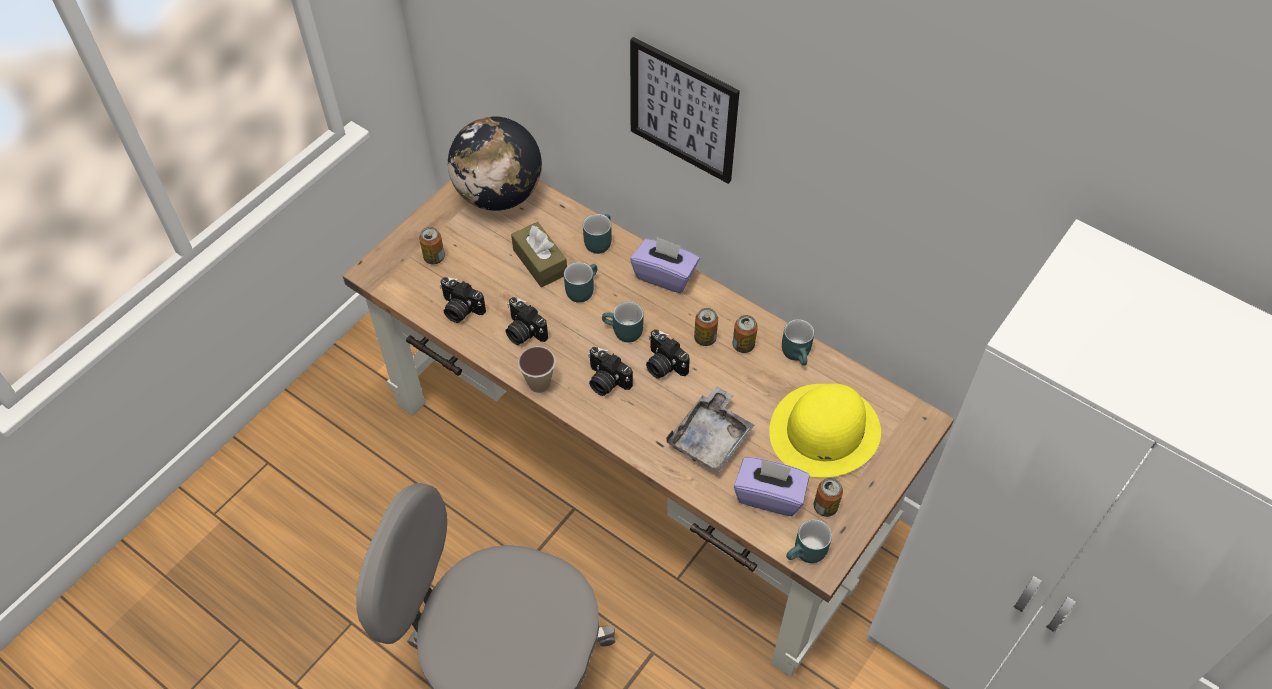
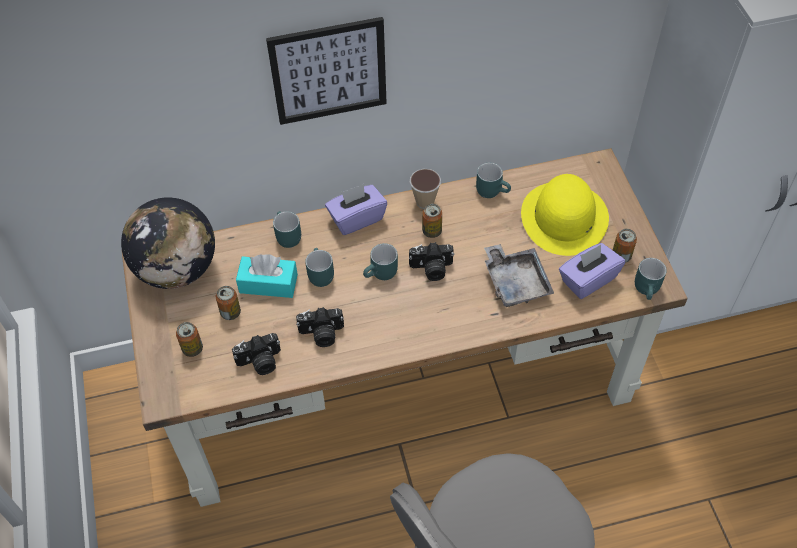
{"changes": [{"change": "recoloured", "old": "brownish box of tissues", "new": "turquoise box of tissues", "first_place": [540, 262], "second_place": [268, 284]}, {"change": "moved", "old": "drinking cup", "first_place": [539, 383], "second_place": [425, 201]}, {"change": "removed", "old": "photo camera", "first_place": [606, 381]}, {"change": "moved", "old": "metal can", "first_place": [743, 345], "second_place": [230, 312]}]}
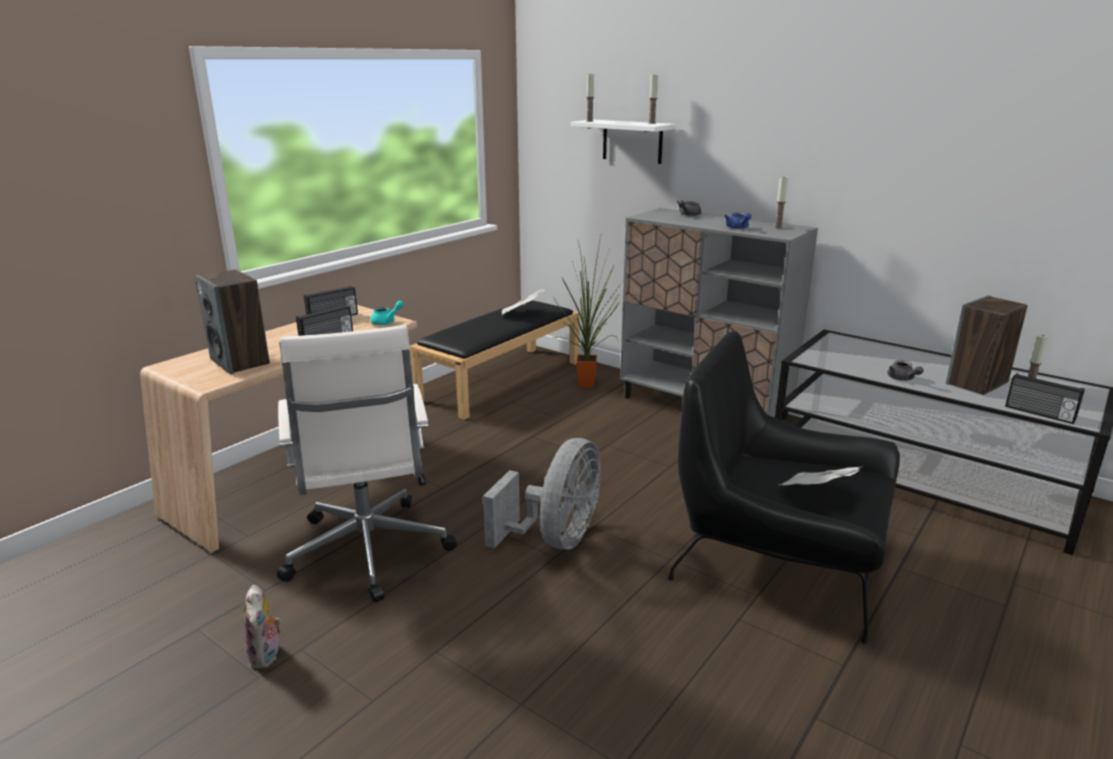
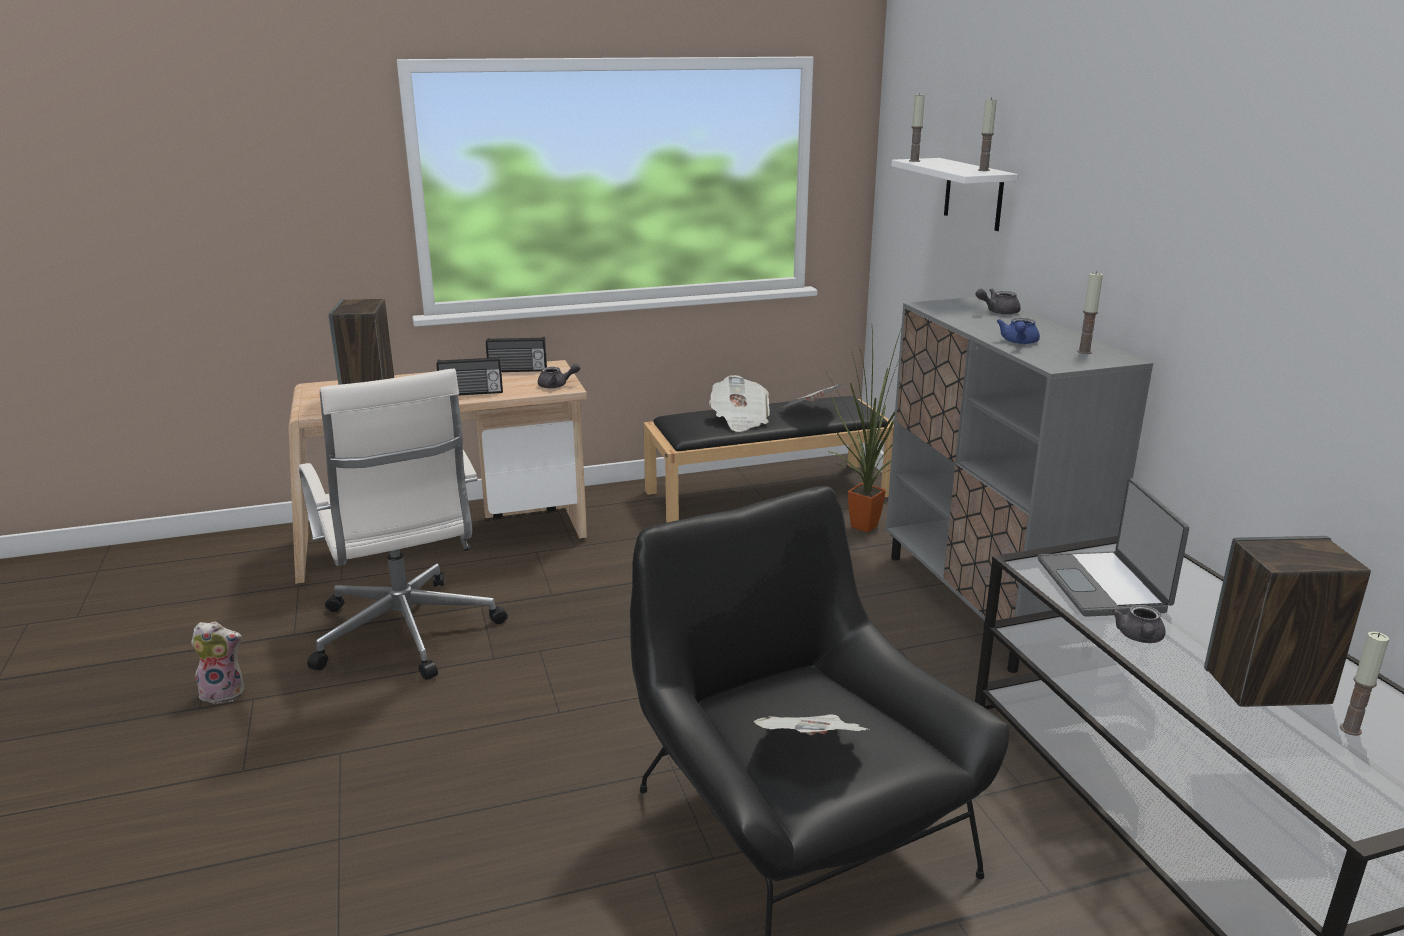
{"changes": [{"change": "turned", "old": "soft toy", "first_place": [267, 655], "second_place": [225, 692], "degrees": -120}, {"change": "turned", "old": "white desk chair", "first_place": [367, 553], "second_place": [406, 634], "degrees": -45}, {"change": "recoloured", "old": "turquoise teapot", "new": "greyish teapot", "first_place": [387, 322], "second_place": [557, 386]}, {"change": "removed", "old": "greyish electric fan", "first_place": [556, 539]}, {"change": "removed", "old": "radio", "first_place": [1039, 413]}, {"change": "added", "new": "newspaper", "second_place": [739, 420]}, {"change": "added", "new": "portable computer", "second_place": [1104, 586]}]}
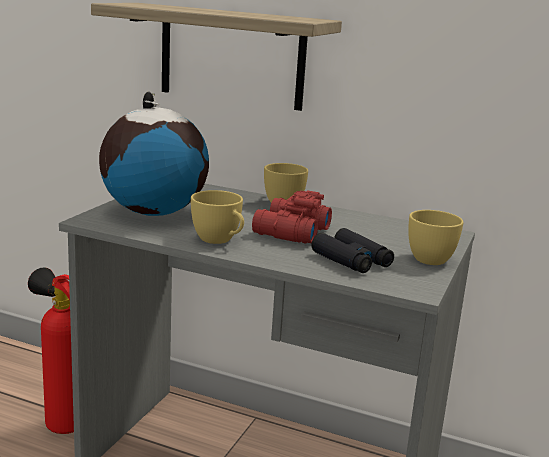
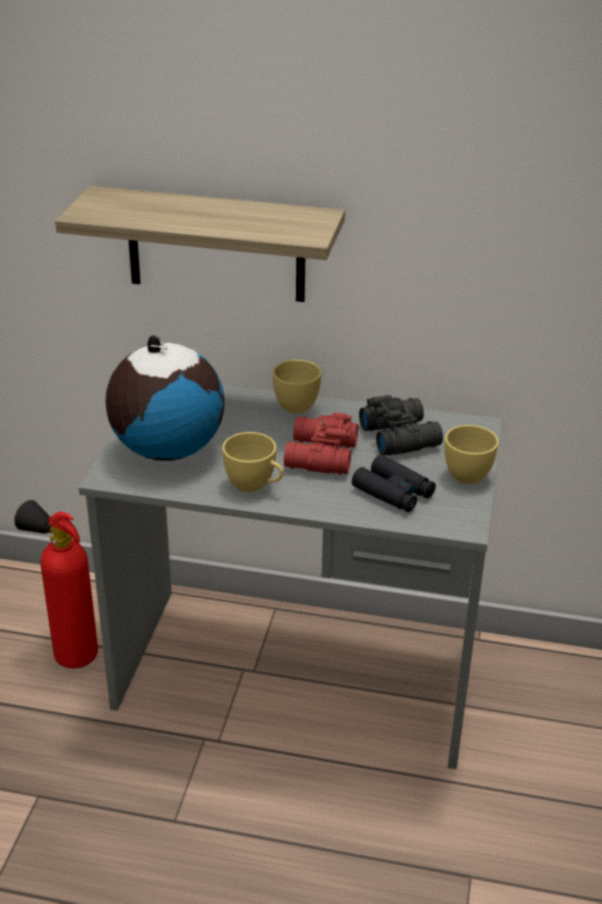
{"changes": [{"change": "added", "new": "blackish binoculars", "second_place": [400, 436]}]}
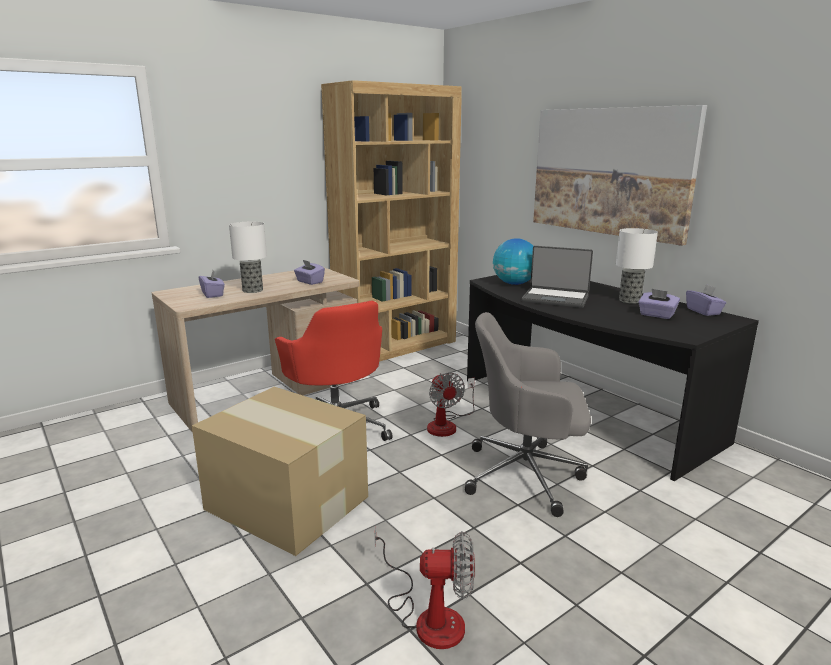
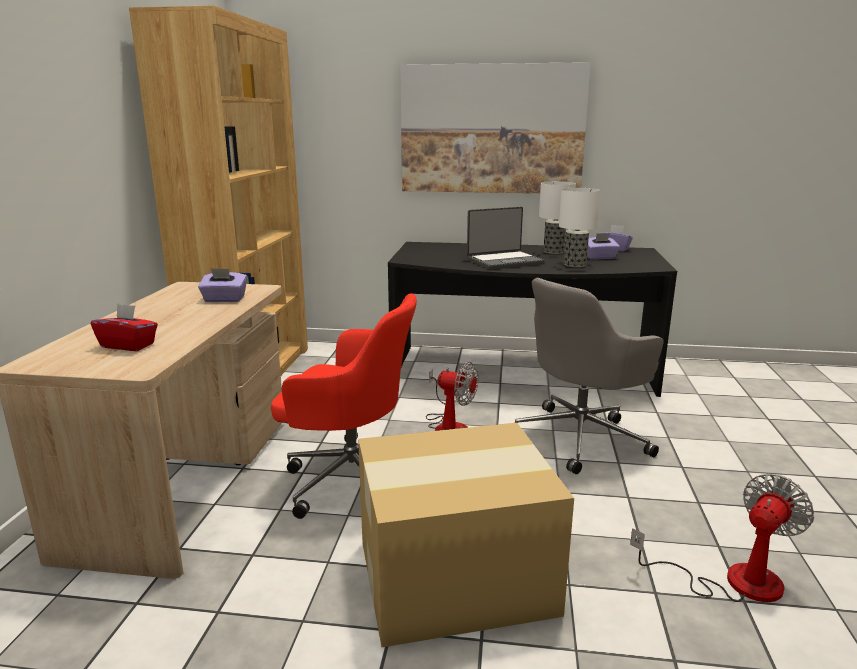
{"changes": [{"change": "recoloured", "old": "purplish box of tissues", "new": "red-coloured box of tissues", "first_place": [213, 294], "second_place": [128, 345]}, {"change": "moved", "old": "lamp for a table", "first_place": [252, 290], "second_place": [574, 264]}, {"change": "removed", "old": "globe", "first_place": [514, 283]}]}
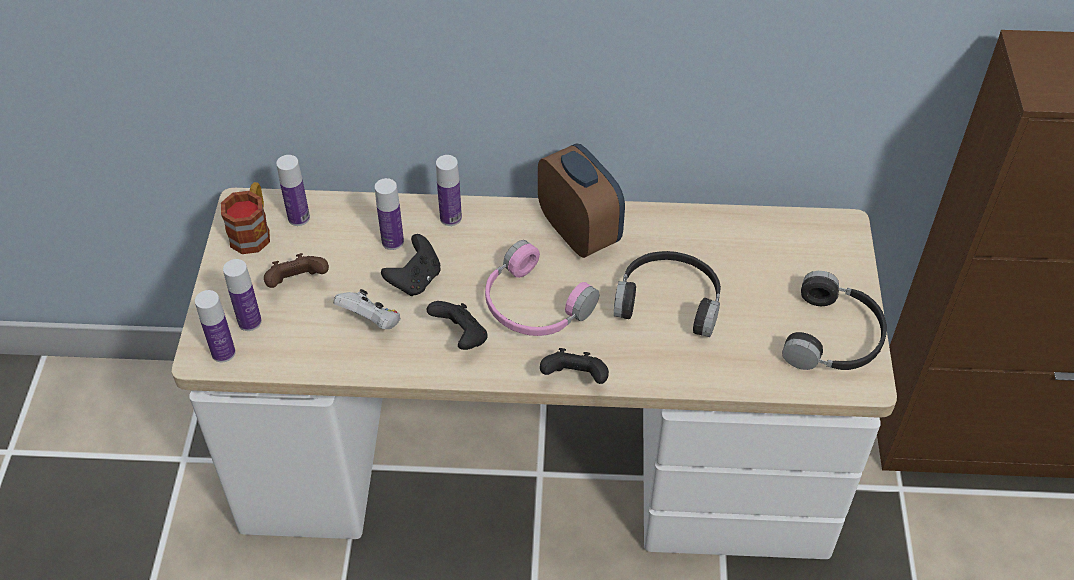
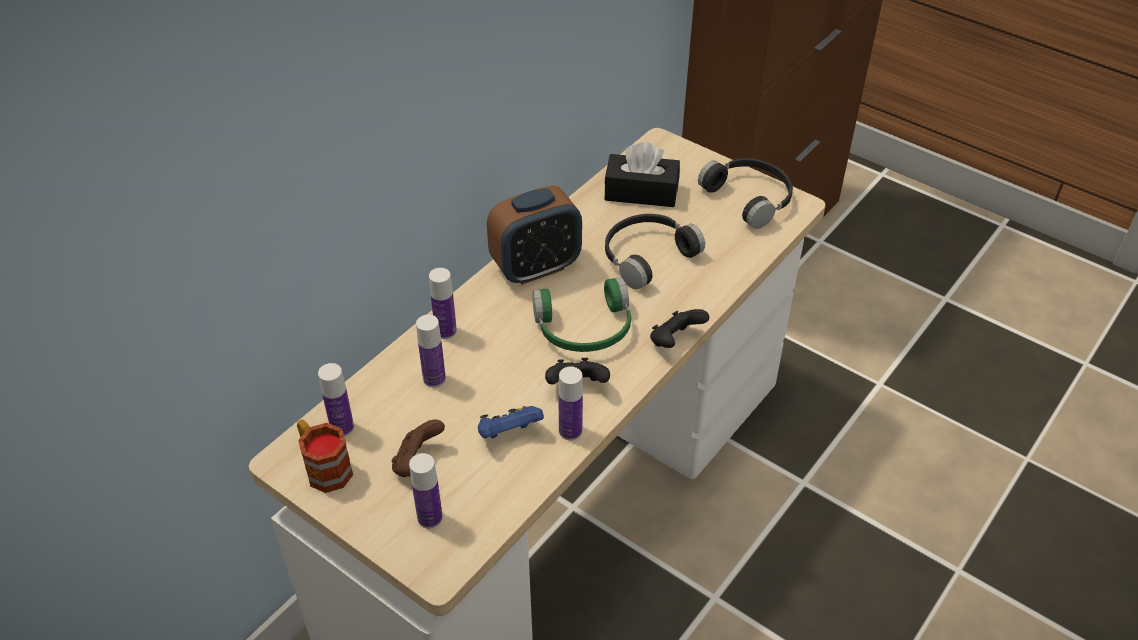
{"changes": [{"change": "moved", "old": "beverage bottle", "first_place": [223, 353], "second_place": [570, 431]}, {"change": "recoloured", "old": "white game controller", "new": "bluish game controller", "first_place": [371, 322], "second_place": [509, 433]}, {"change": "removed", "old": "blackish game controller", "first_place": [415, 280]}, {"change": "recoloured", "old": "pink-coloured headset", "new": "greenish headset", "first_place": [533, 306], "second_place": [584, 329]}, {"change": "turned", "old": "bedside clock", "first_place": [579, 232], "second_place": [536, 267], "degrees": 150}, {"change": "added", "new": "blackish box of tissues", "second_place": [641, 192]}]}
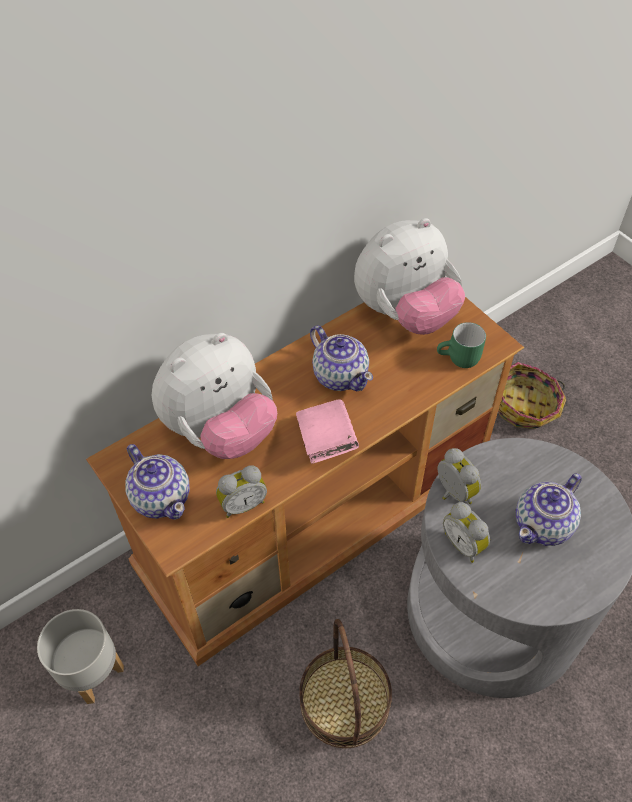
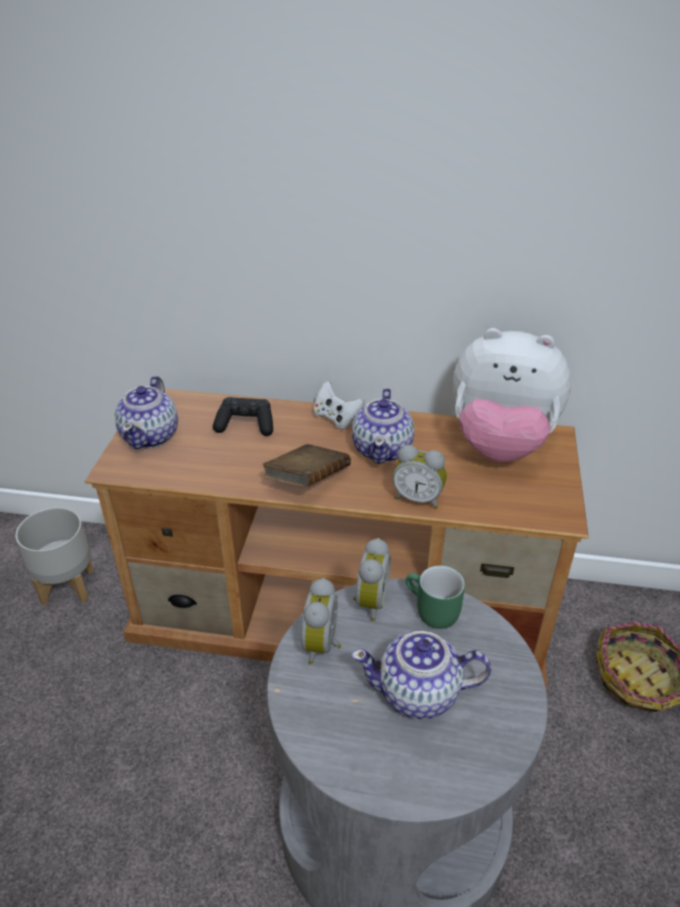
{"changes": [{"change": "replaced", "old": "soft toy", "new": "blackish game controller", "first_place": [220, 430], "second_place": [246, 425]}, {"change": "moved", "old": "bedside clock", "first_place": [242, 504], "second_place": [418, 498]}, {"change": "recoloured", "old": "pink-coloured book", "new": "brownish book", "first_place": [326, 441], "second_place": [307, 481]}, {"change": "removed", "old": "basket", "first_place": [344, 701]}, {"change": "moved", "old": "greenish coffee mug", "first_place": [459, 360], "second_place": [430, 612]}, {"change": "added", "new": "white game controller", "second_place": [336, 418]}]}
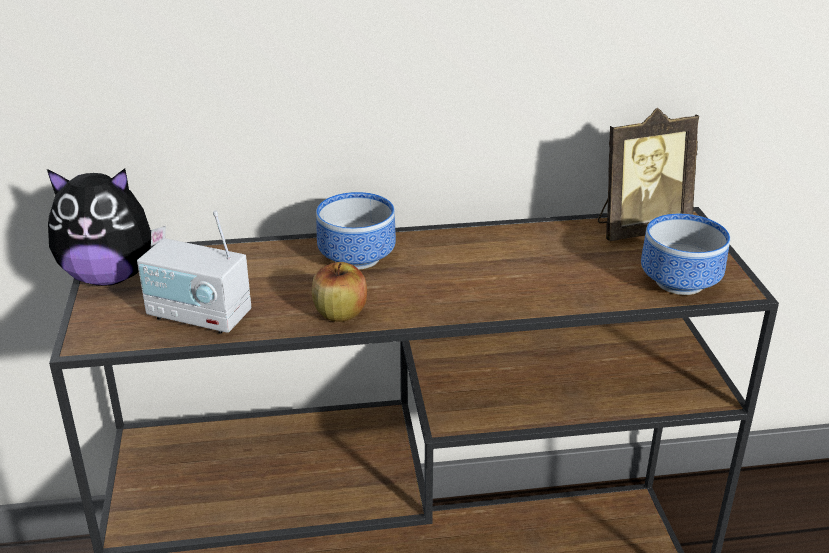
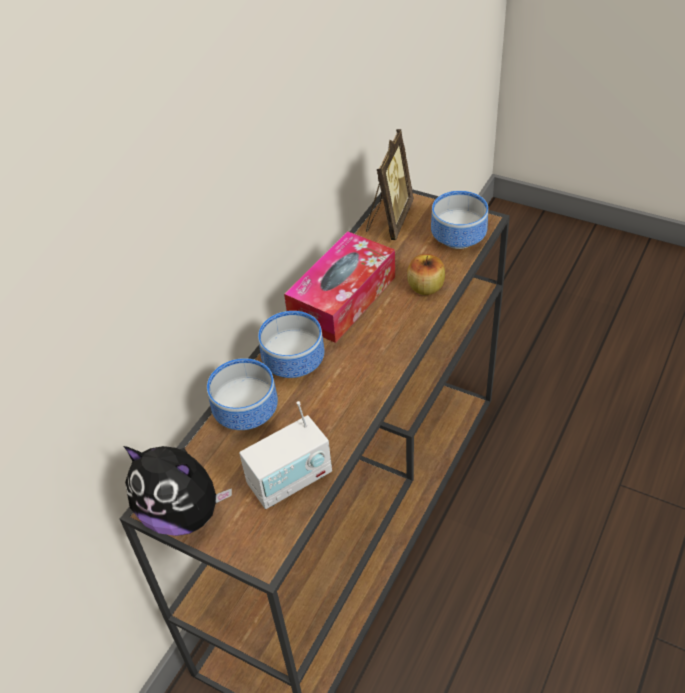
{"changes": [{"change": "turned", "old": "soft toy", "first_place": [110, 277], "second_place": [183, 514], "degrees": 75}, {"change": "moved", "old": "apple", "first_place": [340, 313], "second_place": [425, 287]}, {"change": "added", "new": "serving bowl", "second_place": [243, 413]}, {"change": "added", "new": "box of tissues", "second_place": [342, 298]}]}
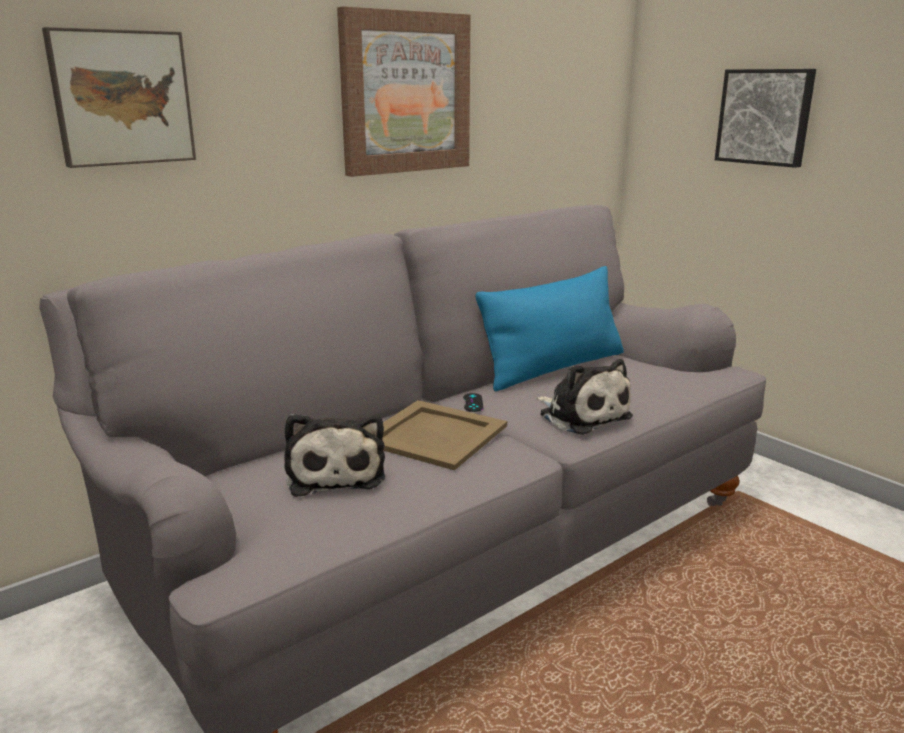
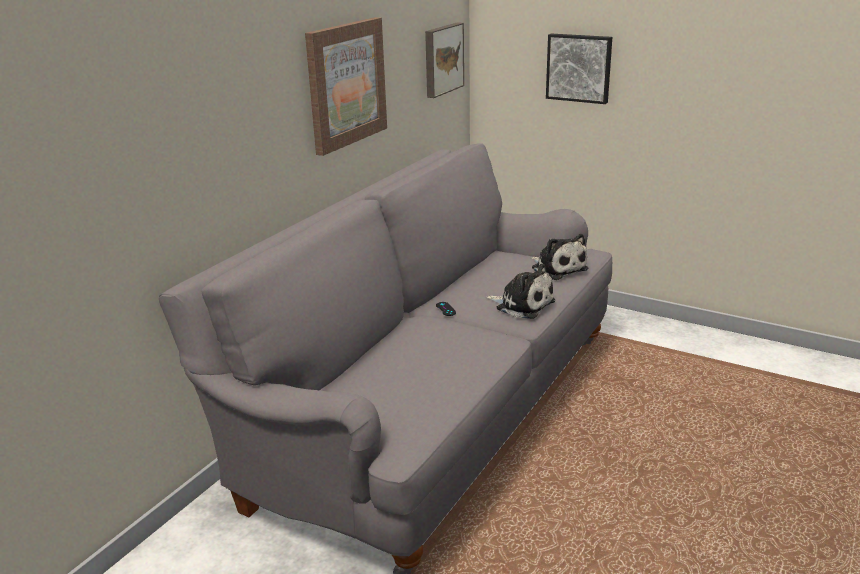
{"changes": [{"change": "moved", "old": "wall art", "first_place": [122, 98], "second_place": [442, 59]}, {"change": "moved", "old": "soft toy", "first_place": [335, 473], "second_place": [557, 268]}, {"change": "removed", "old": "beige-coloured tray", "first_place": [433, 434]}, {"change": "removed", "old": "bluish cushion", "first_place": [554, 368]}]}
